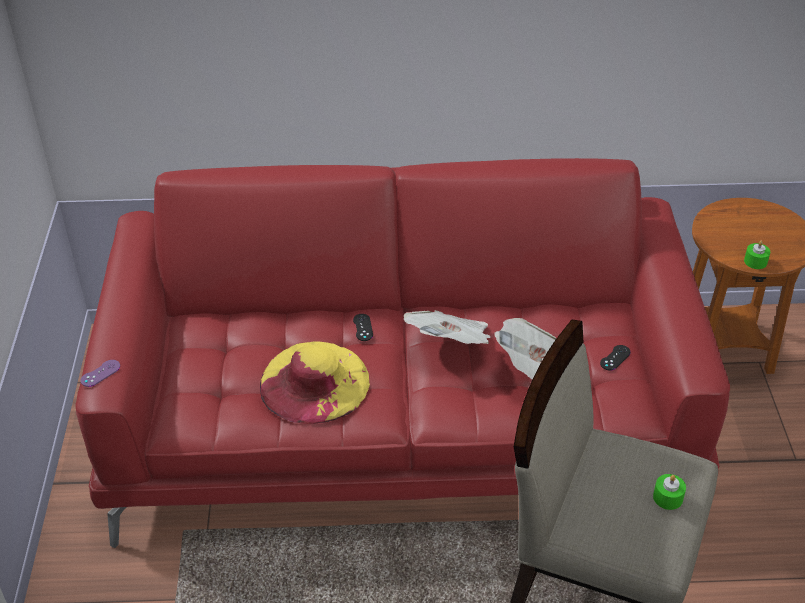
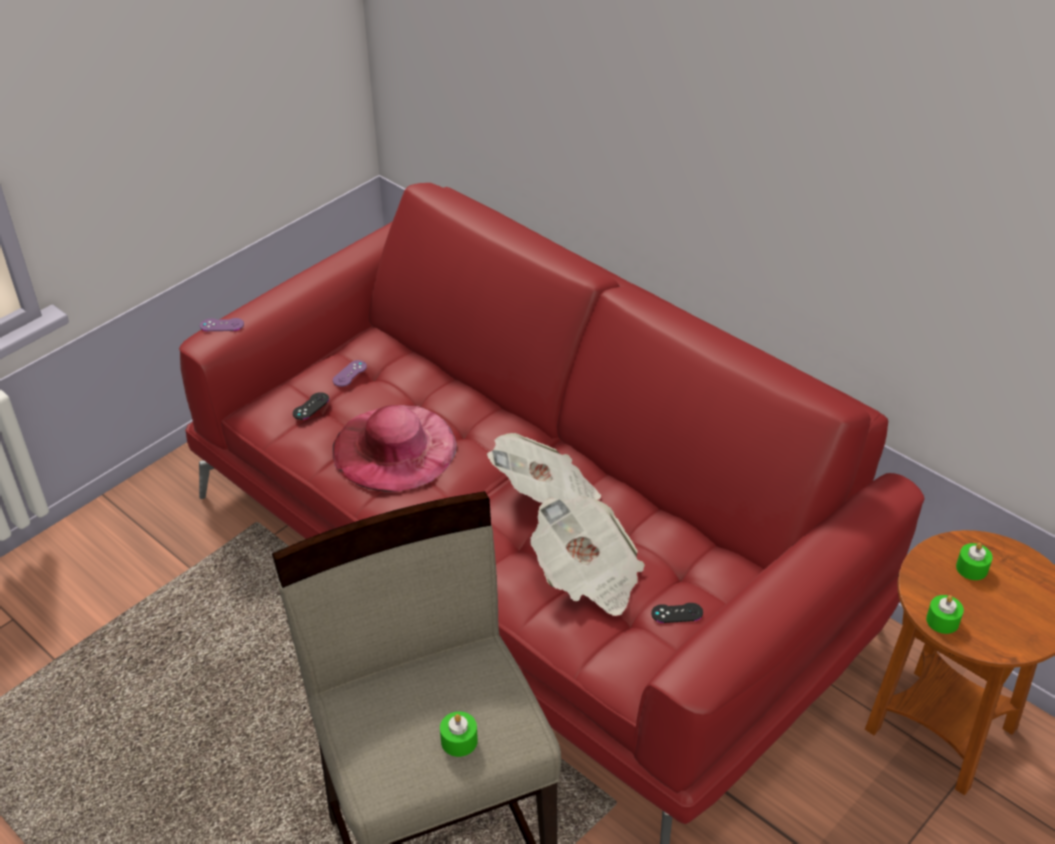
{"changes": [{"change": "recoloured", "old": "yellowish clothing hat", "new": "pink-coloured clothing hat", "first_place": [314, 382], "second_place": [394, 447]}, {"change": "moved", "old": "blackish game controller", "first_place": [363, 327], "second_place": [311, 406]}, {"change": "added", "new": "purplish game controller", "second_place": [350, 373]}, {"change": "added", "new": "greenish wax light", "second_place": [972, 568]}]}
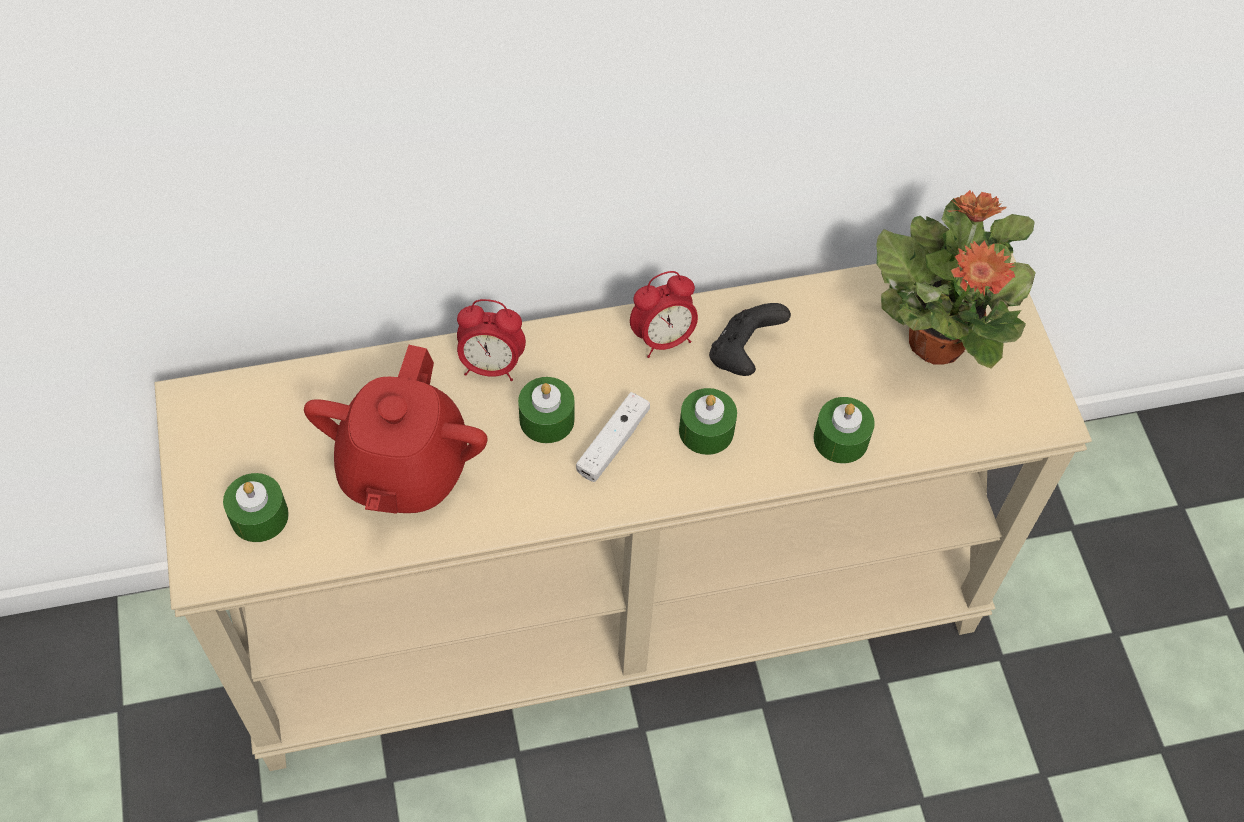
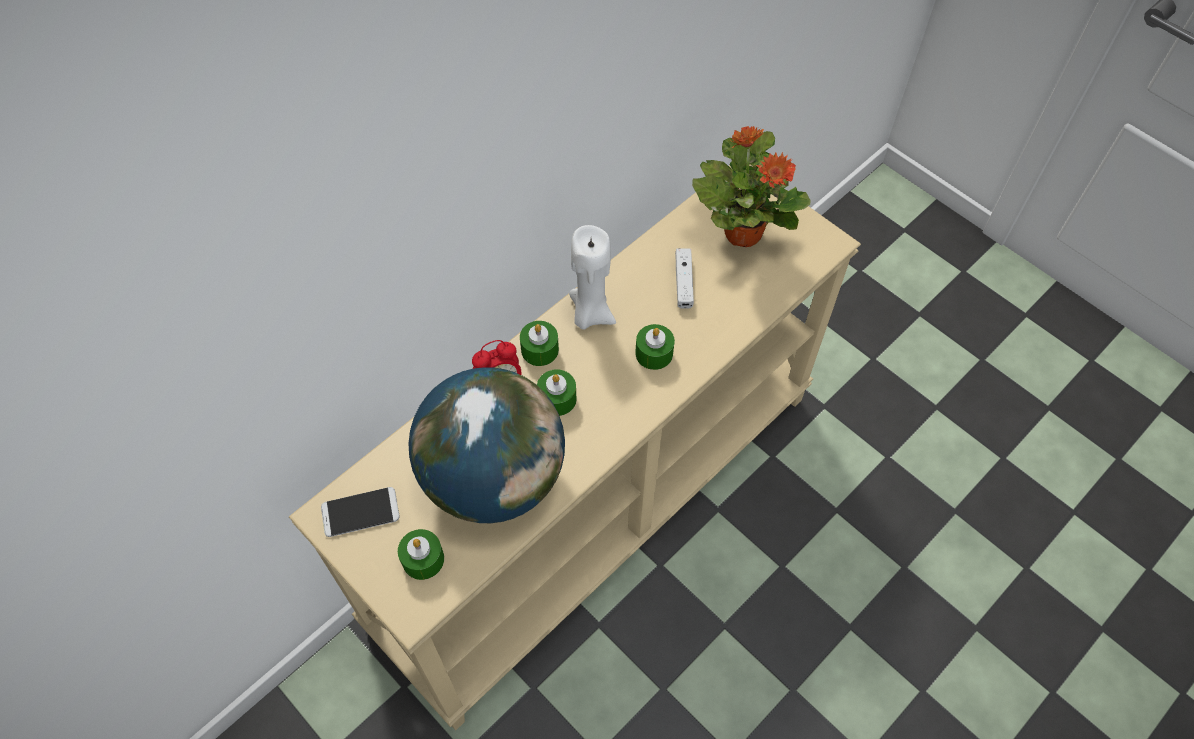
{"changes": [{"change": "replaced", "old": "red-coloured teapot", "new": "globe", "first_place": [403, 469], "second_place": [492, 478]}, {"change": "moved", "old": "white game controller", "first_place": [613, 443], "second_place": [683, 282]}, {"change": "replaced", "old": "bedside clock", "new": "white wax light", "first_place": [663, 338], "second_place": [590, 313]}, {"change": "removed", "old": "blackish game controller", "first_place": [743, 354]}, {"change": "moved", "old": "greenish wax light", "first_place": [841, 439], "second_place": [539, 350]}, {"change": "added", "new": "handset", "second_place": [360, 512]}]}
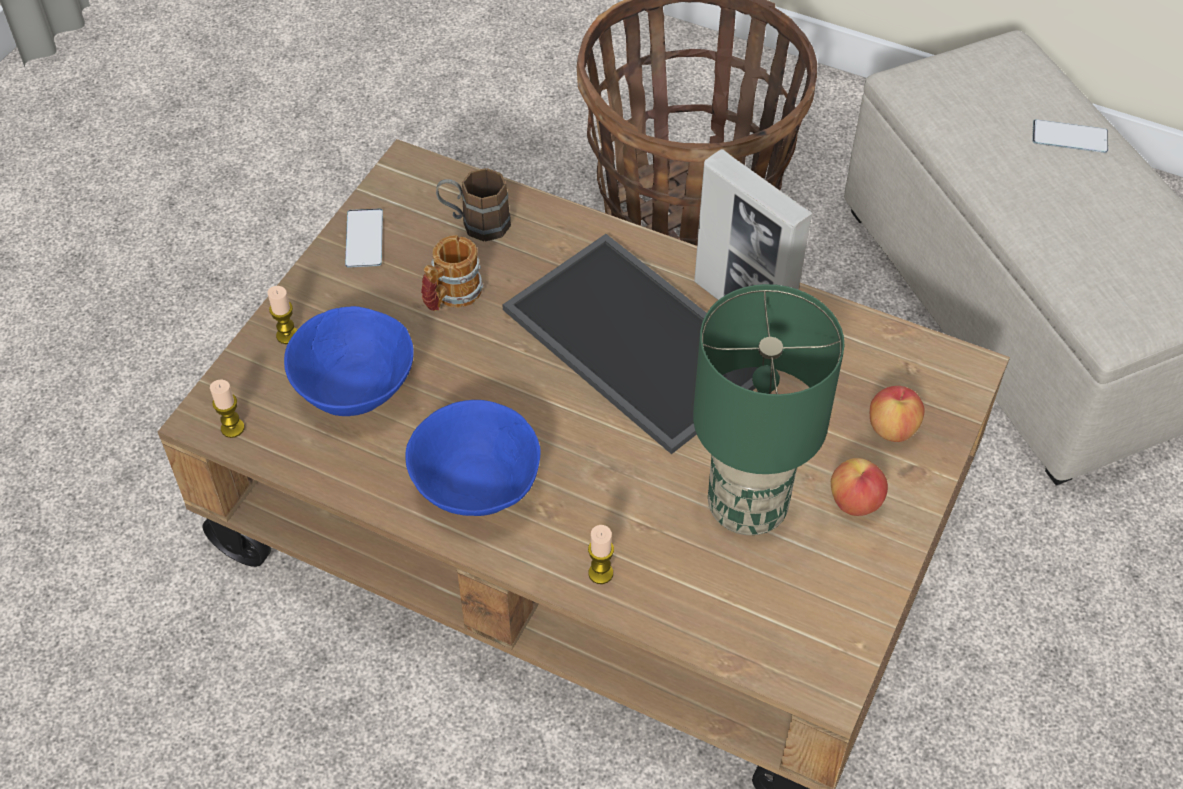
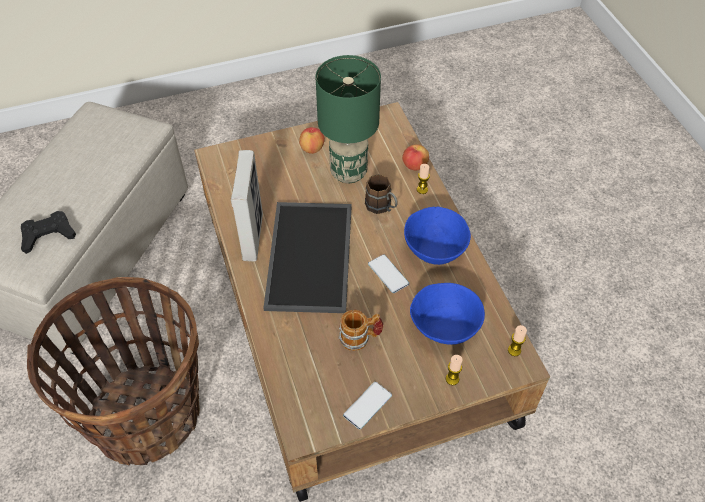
{"changes": [{"change": "moved", "old": "brownish coffee mug", "first_place": [475, 223], "second_place": [382, 208]}, {"change": "moved", "old": "apple", "first_place": [892, 428], "second_place": [414, 166]}, {"change": "moved", "old": "handset", "first_place": [1069, 137], "second_place": [388, 274]}, {"change": "added", "new": "blackish game controller", "second_place": [48, 235]}]}
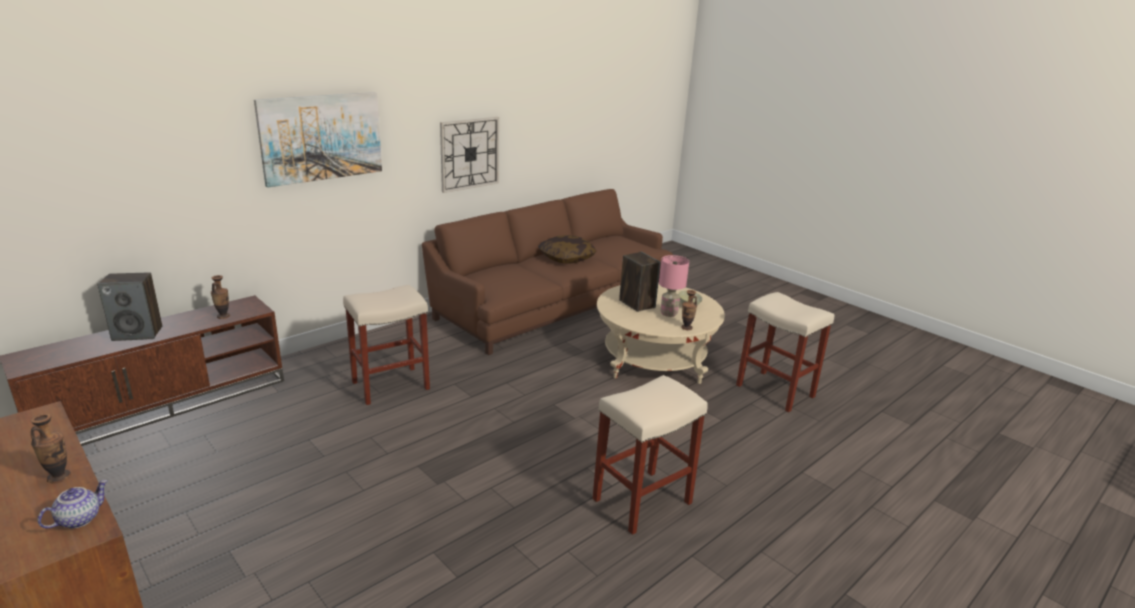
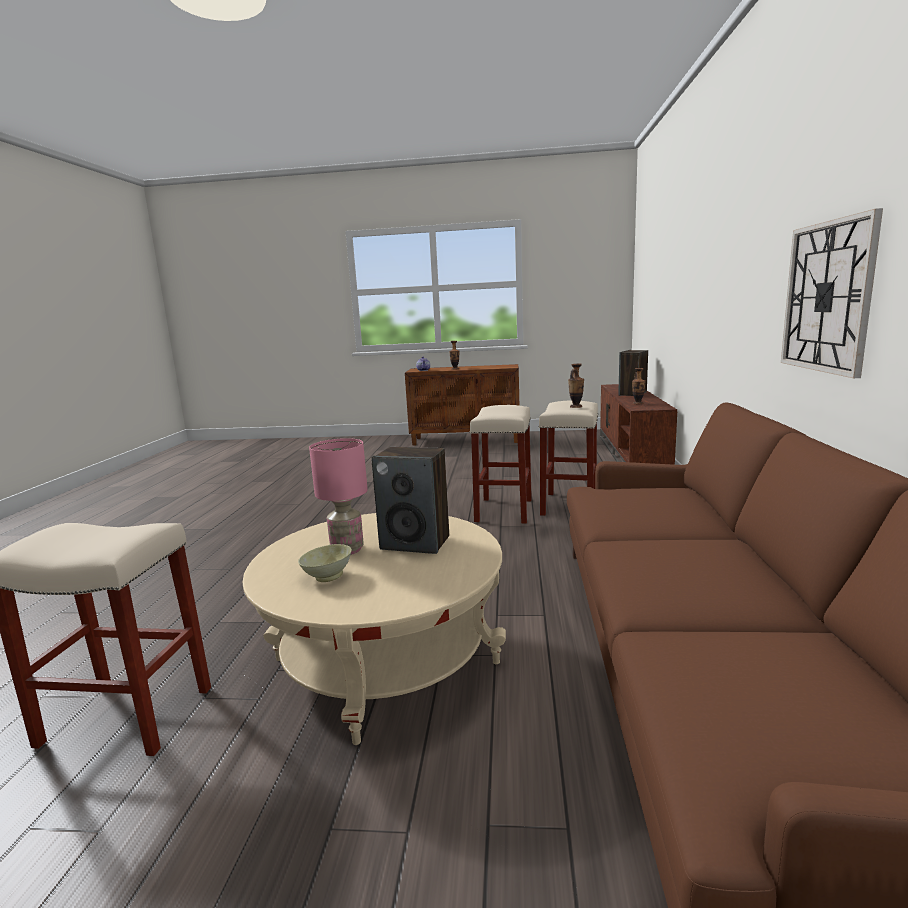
{"changes": [{"change": "removed", "old": "wall art", "first_place": [321, 137]}, {"change": "removed", "old": "cushion", "first_place": [566, 258]}, {"change": "moved", "old": "beige-coloured stool seat", "first_place": [641, 502], "second_place": [503, 510]}, {"change": "moved", "old": "vase", "first_place": [686, 328], "second_place": [576, 407]}]}
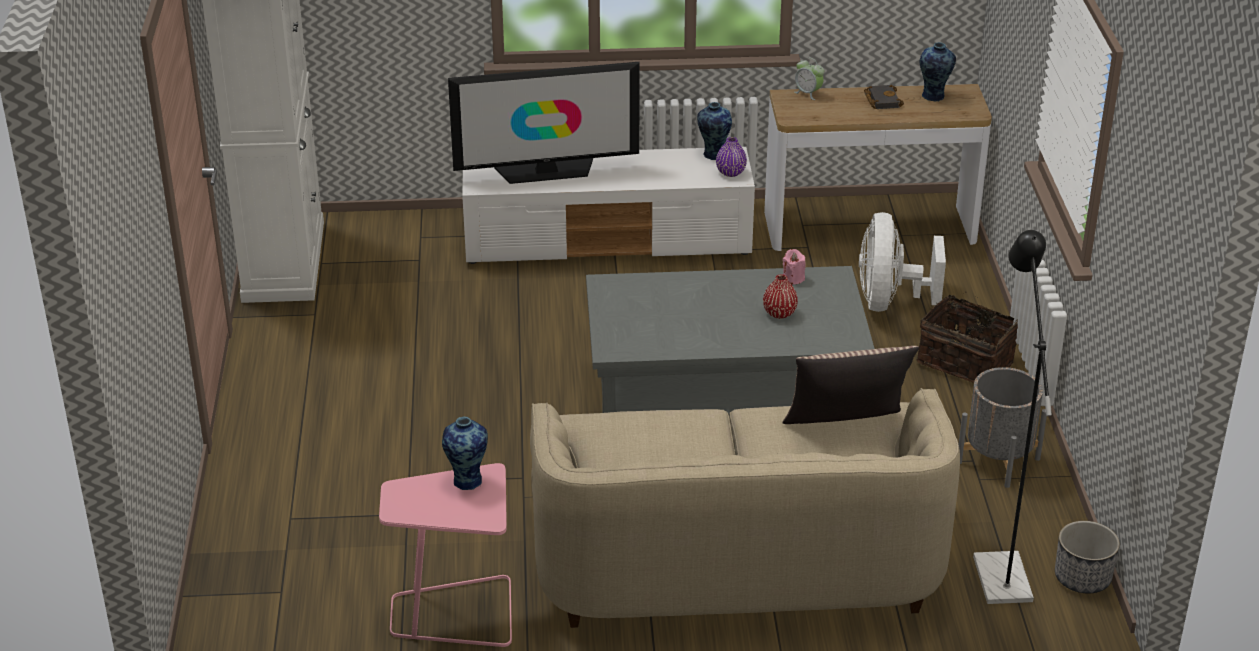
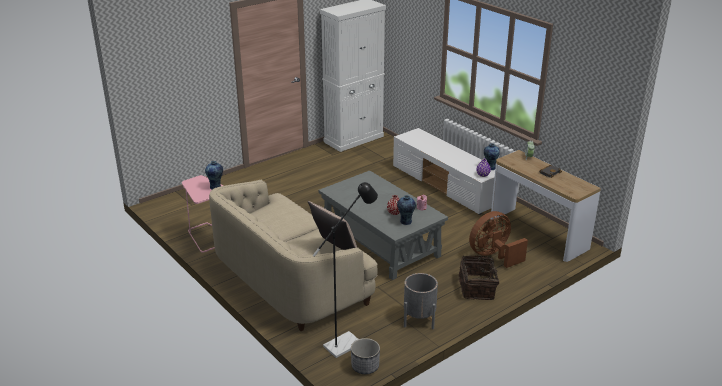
{"changes": [{"change": "removed", "old": "TV set", "first_place": [546, 171]}, {"change": "recoloured", "old": "white electric fan", "new": "brownish electric fan", "first_place": [889, 301], "second_place": [493, 256]}, {"change": "moved", "old": "vase", "first_place": [934, 96], "second_place": [405, 222]}]}
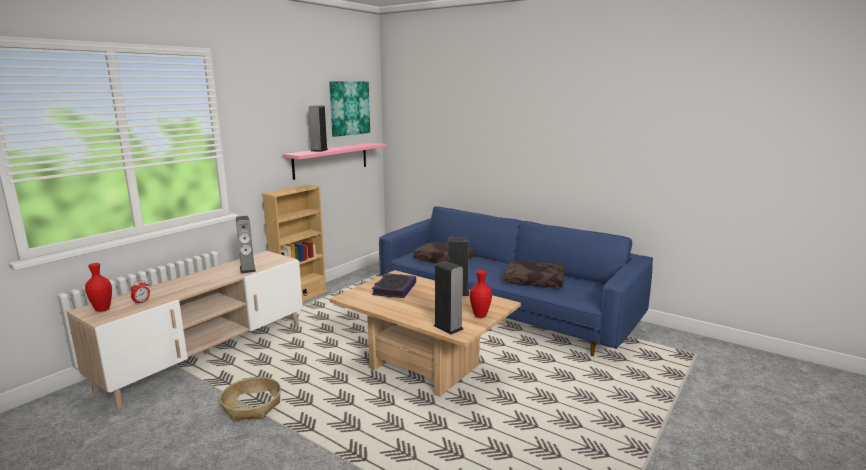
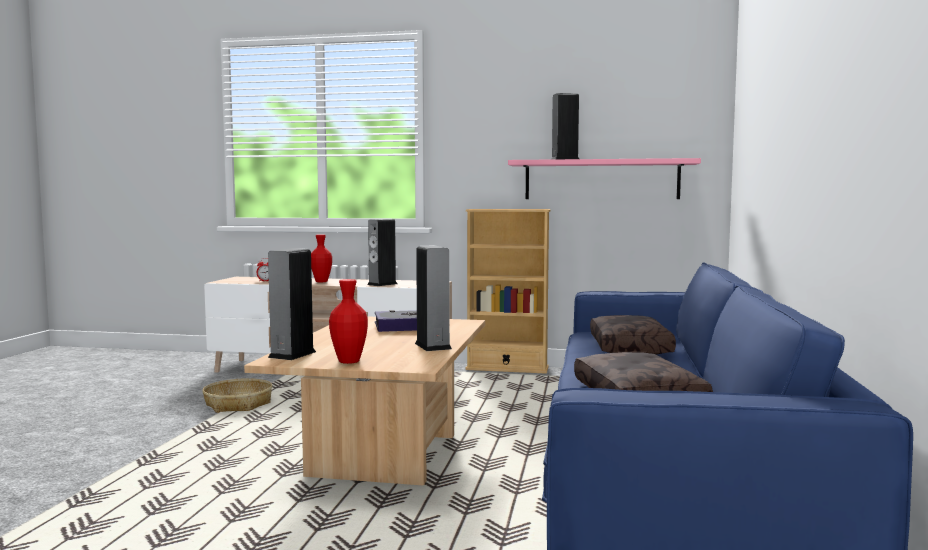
{"changes": [{"change": "moved", "old": "red-coloured vase", "first_place": [102, 309], "second_place": [321, 281]}, {"change": "removed", "old": "wall art", "first_place": [349, 108]}]}
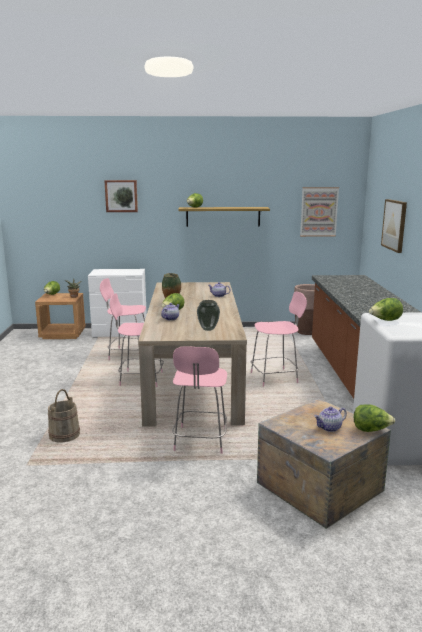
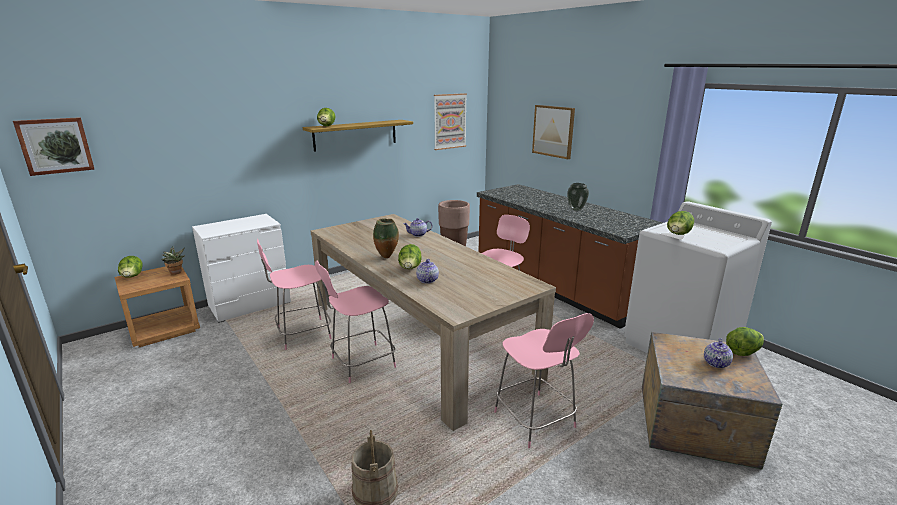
{"changes": [{"change": "moved", "old": "wall art", "first_place": [121, 196], "second_place": [55, 145]}, {"change": "moved", "old": "vase", "first_place": [208, 329], "second_place": [576, 209]}]}
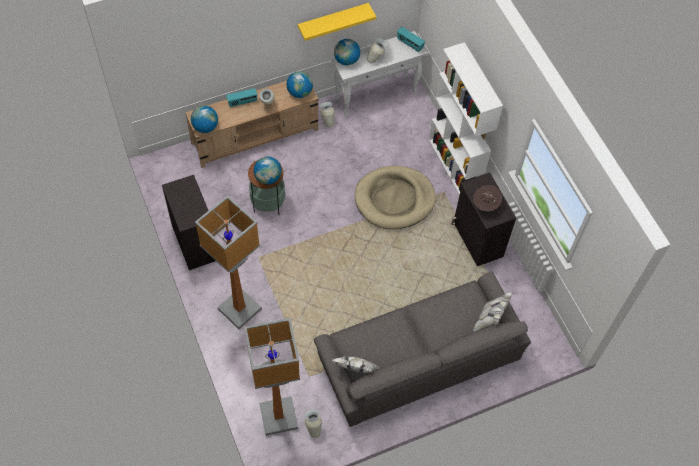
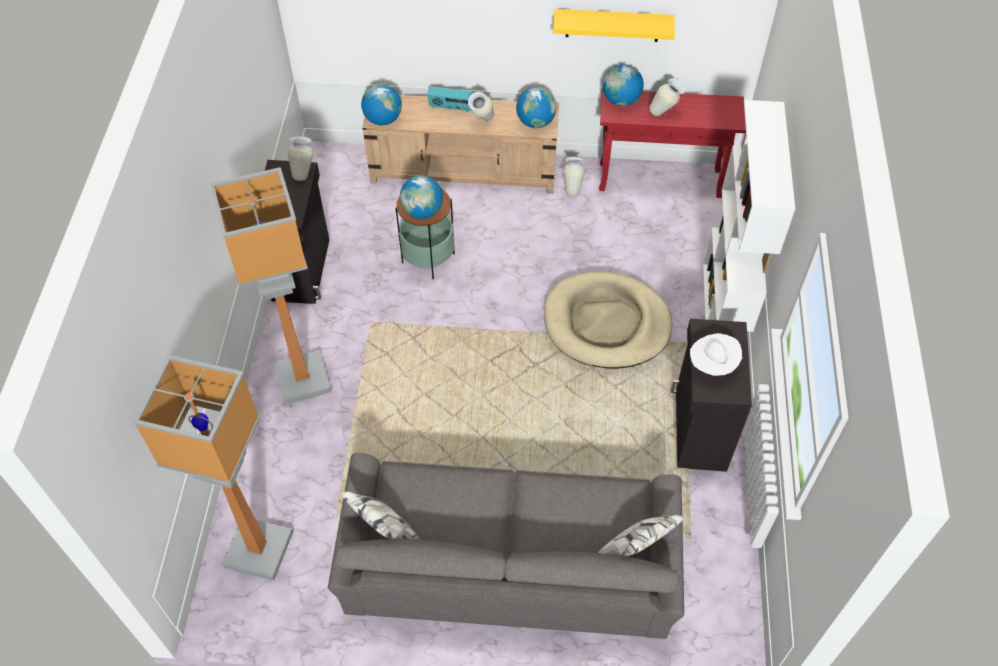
{"changes": [{"change": "moved", "old": "vase", "first_place": [314, 428], "second_place": [304, 172]}, {"change": "recoloured", "old": "white hall table", "new": "red-coloured hall table", "first_place": [376, 95], "second_place": [661, 180]}, {"change": "removed", "old": "radio", "first_place": [409, 44]}, {"change": "recoloured", "old": "brownish clothing hat", "new": "white clothing hat", "first_place": [485, 204], "second_place": [712, 365]}]}
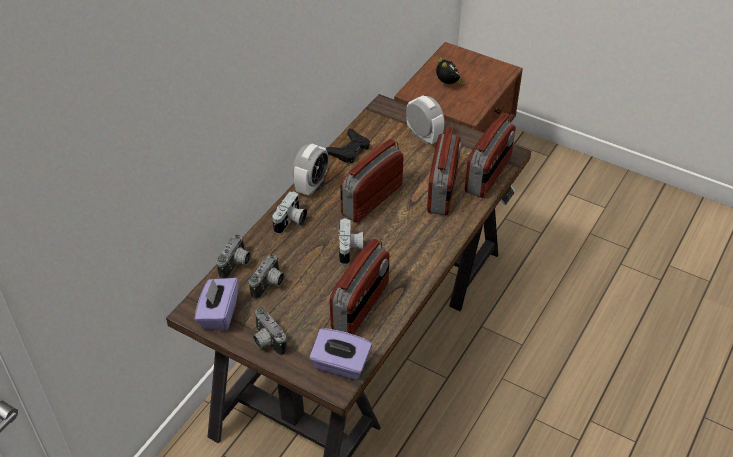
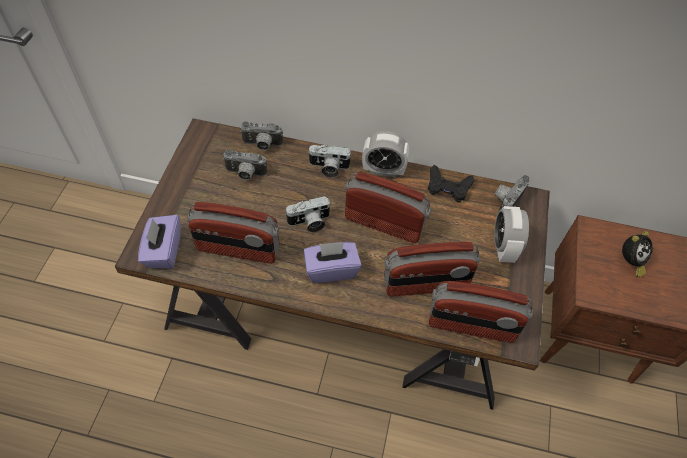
{"changes": [{"change": "moved", "old": "purplish box of tissues", "first_place": [219, 314], "second_place": [331, 269]}, {"change": "moved", "old": "photo camera", "first_place": [266, 341], "second_place": [506, 200]}, {"change": "turned", "old": "bedside clock", "first_place": [423, 136], "second_place": [503, 247], "degrees": 150}]}
